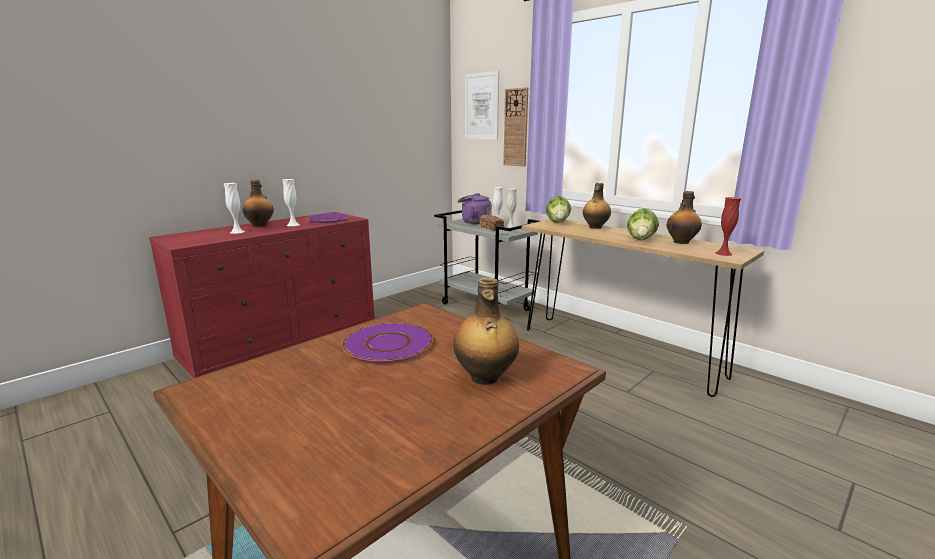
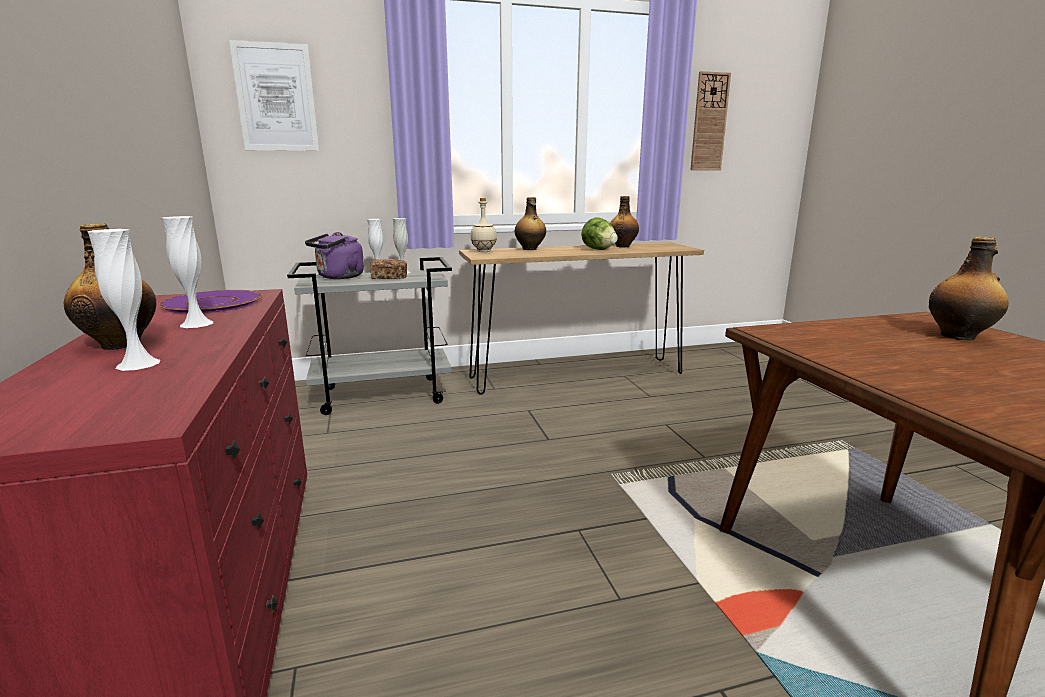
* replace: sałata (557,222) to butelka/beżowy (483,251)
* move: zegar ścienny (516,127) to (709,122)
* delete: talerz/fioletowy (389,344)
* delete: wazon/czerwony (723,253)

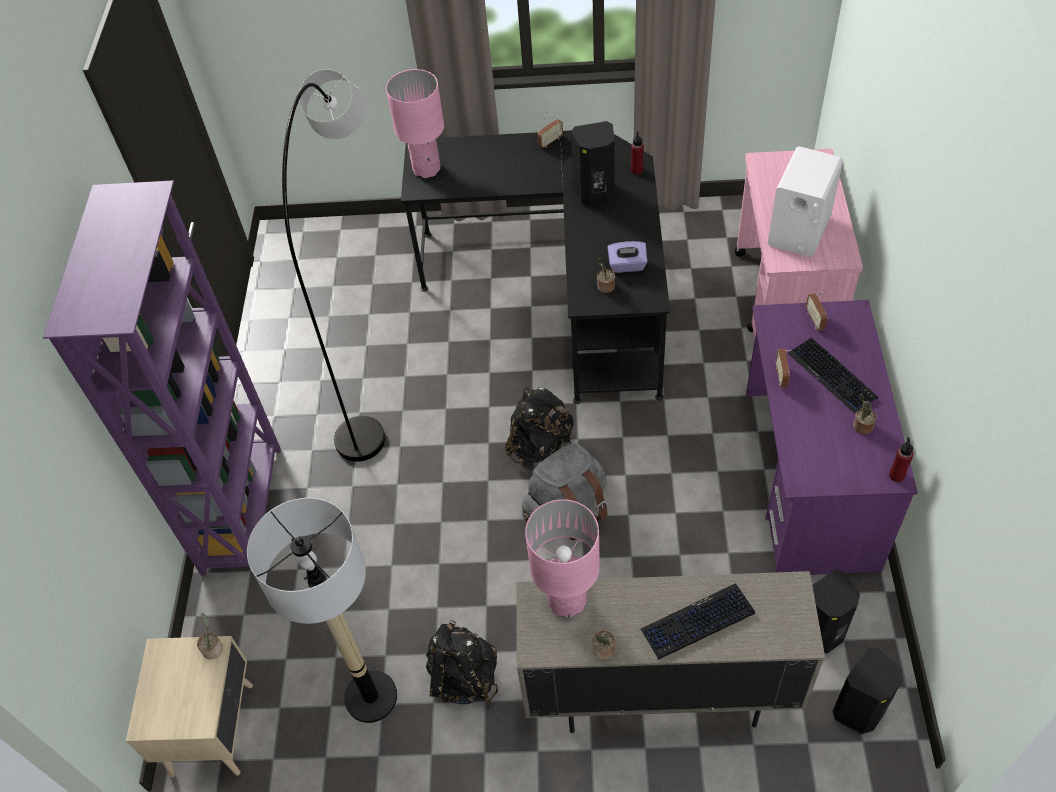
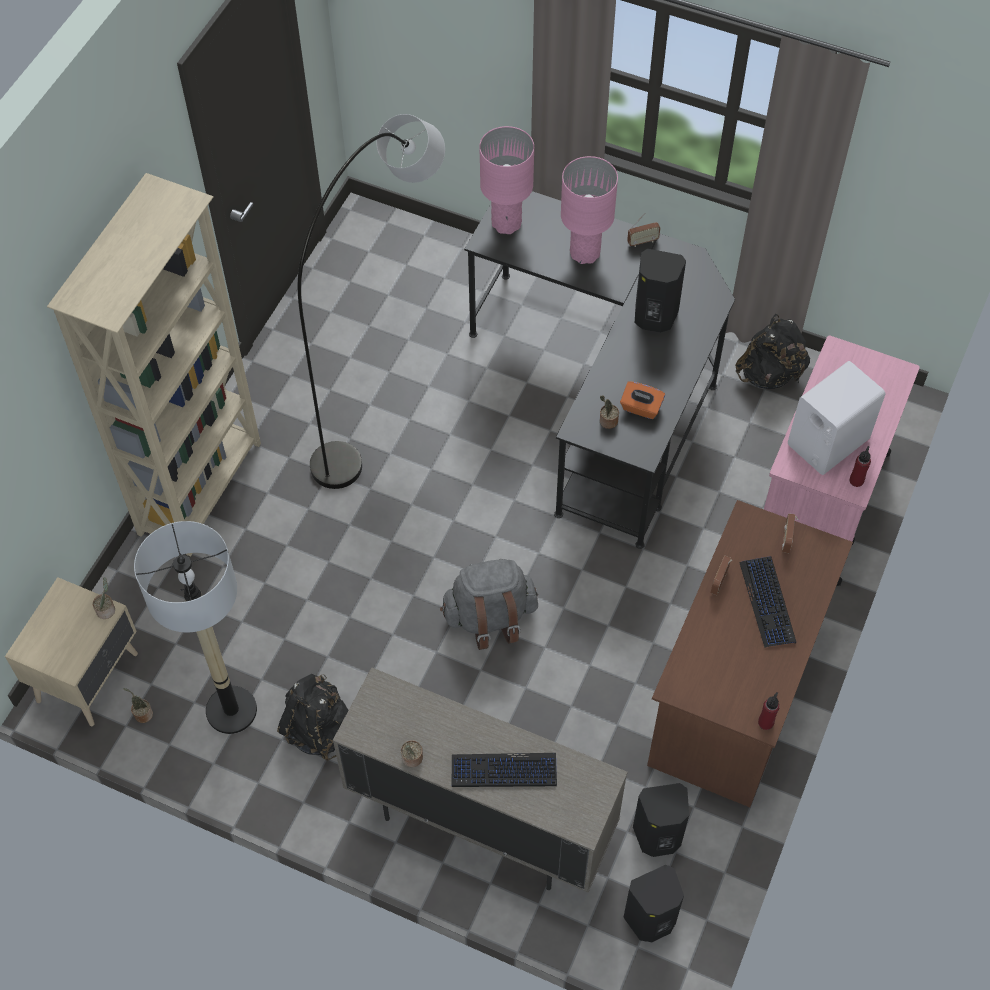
* recolor: regał/fioletowy (244,508) to regał/beżowy (202,488)
* move: roślina doniczkowa (861,426) to (142,714)
* move: lampa stołowa/różowy (566,600) to (584,253)
* recolor: pudełko chusteczek/fioletowy (627,266) to pudełko chusteczek/pomarańczowy (641,408)
* recolor: biurko/fioletowy (809,478) to biurko/brązowy (736,689)
* move: plecak/czarny (539,445) to (769,374)
* move: butelka/czerwony (637,170) to (856,480)

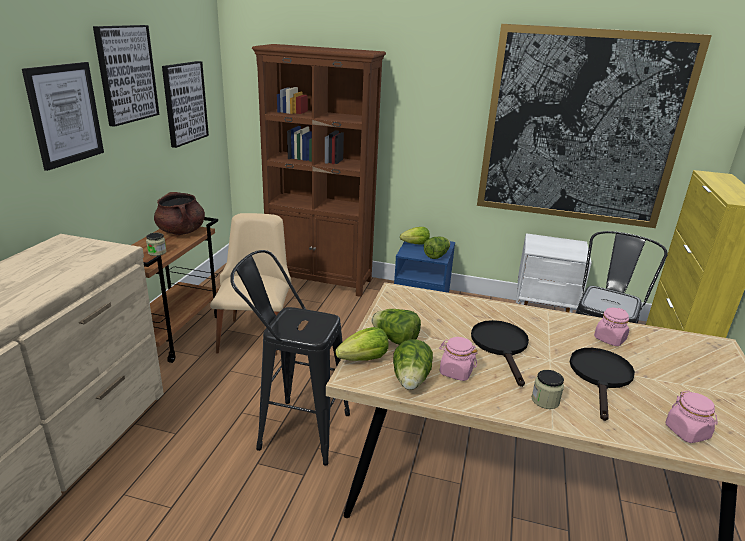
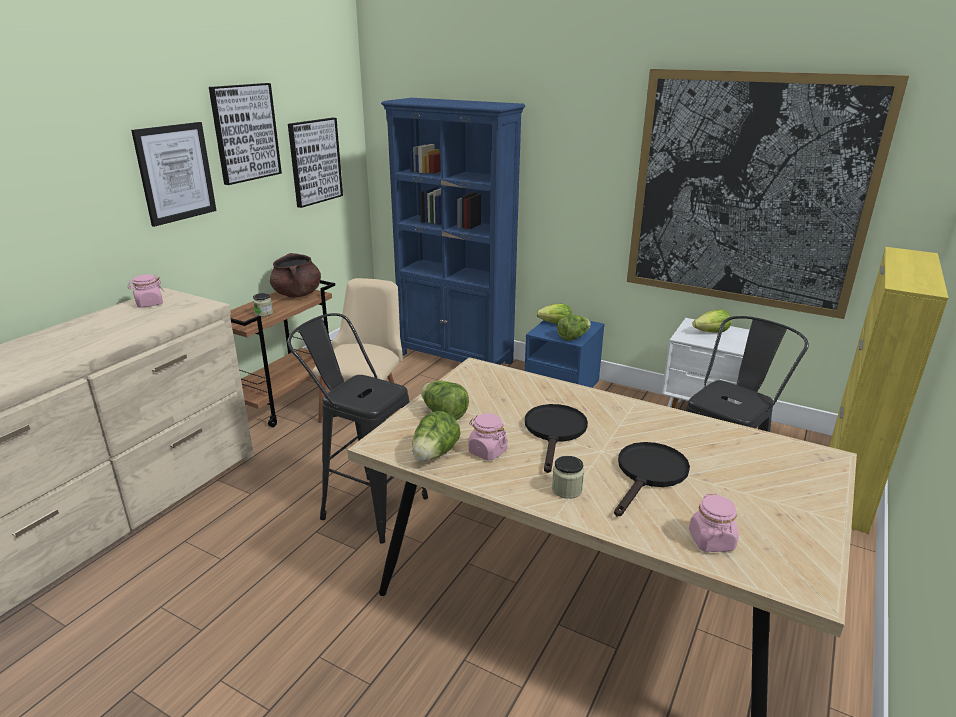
* move: słoik/różowy (609,339) to (149,304)
* recolor: regał/brązowy (320,280) to regał/niebieski (456,358)
* move: sałata (364,359) to (711,332)

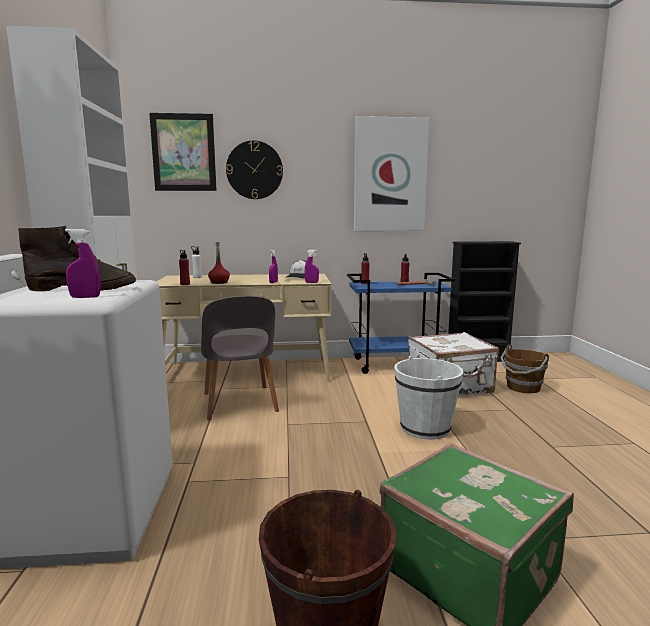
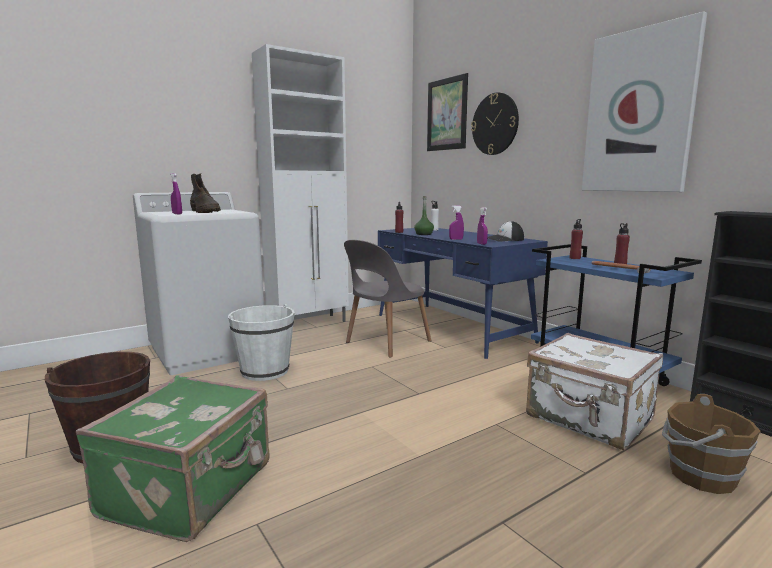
* move: wiadro/biały (425,428) to (265,371)
* recolor: biurko/beżowy (247,372) to biurko/niebieski (451,328)
* recolor: butelka/czerwony (219,282) to butelka/zielony (424,234)

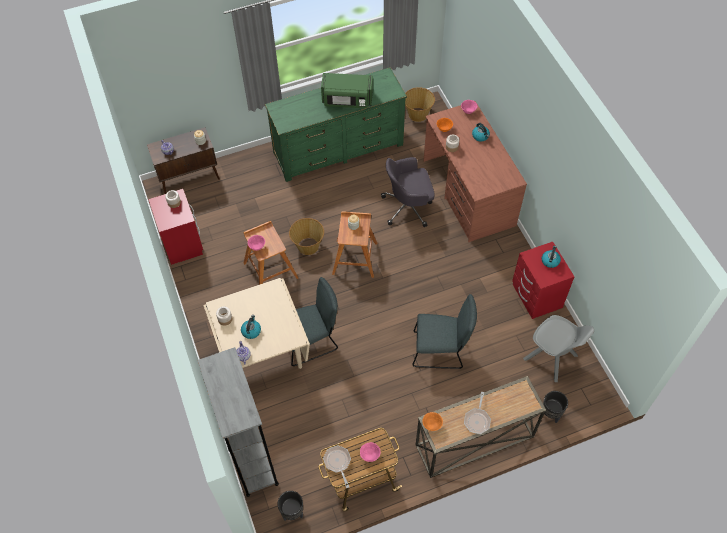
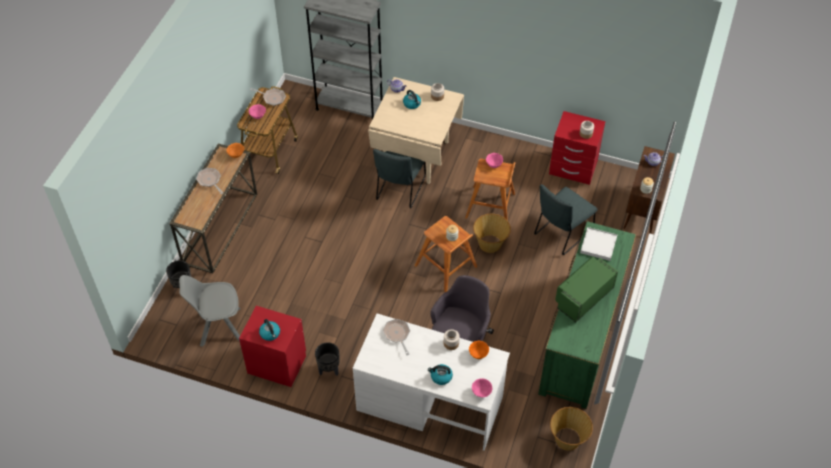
* move: donica/czarny (292,513) to (329,369)
* recolor: biurko/brązowy (468,193) to biurko/biały (429,402)
* insert: patelnia (397,335)
* move: krzesło/szary (440,350) to (561,233)
* insert: taca/biały (598,245)

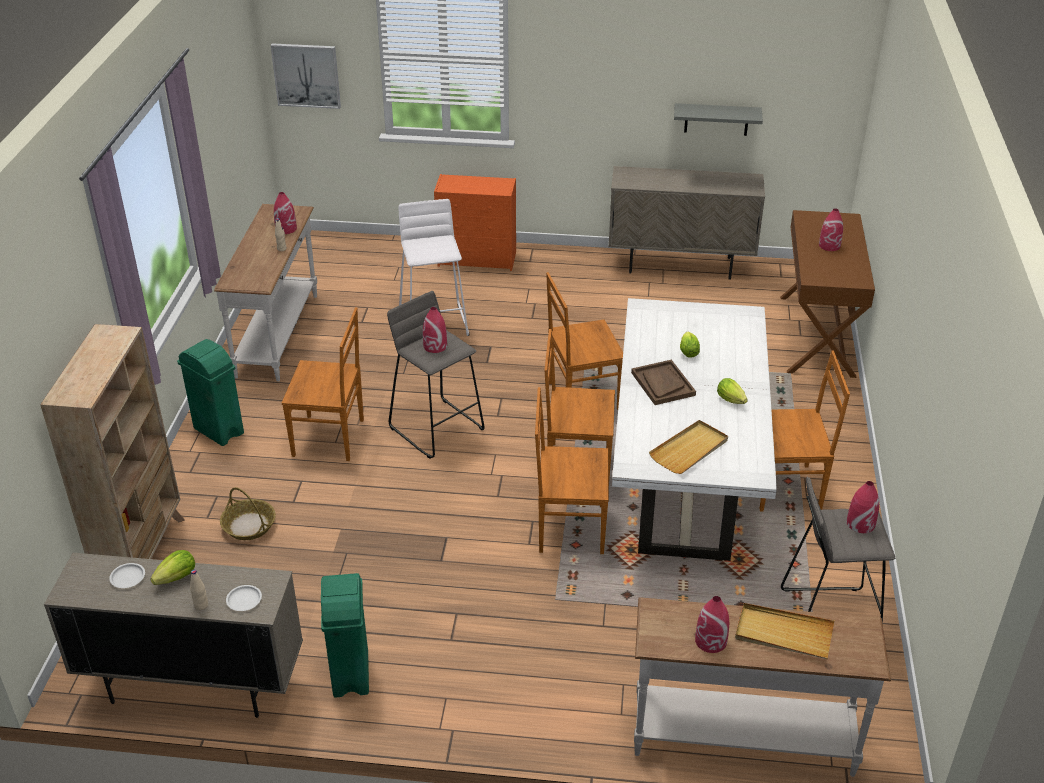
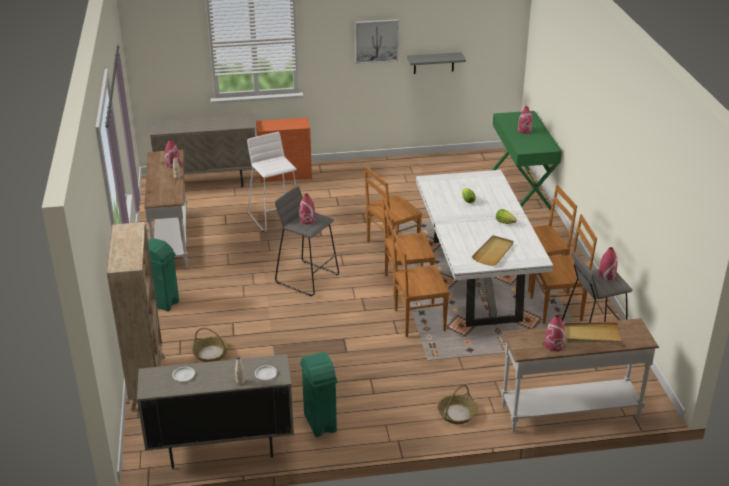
* move: szafka/beżowy (680,265) to (208,183)
* move: obraz (306,75) to (376,41)
* insert: koszyk (456,414)
* recolor: biurko/brązowy (817,335) to biurko/zielony (521,190)
* move: krzesło/brązowy (331,438) to (557,309)
* delete: sałata (177,578)
* delete: taca/brązowy (662,384)

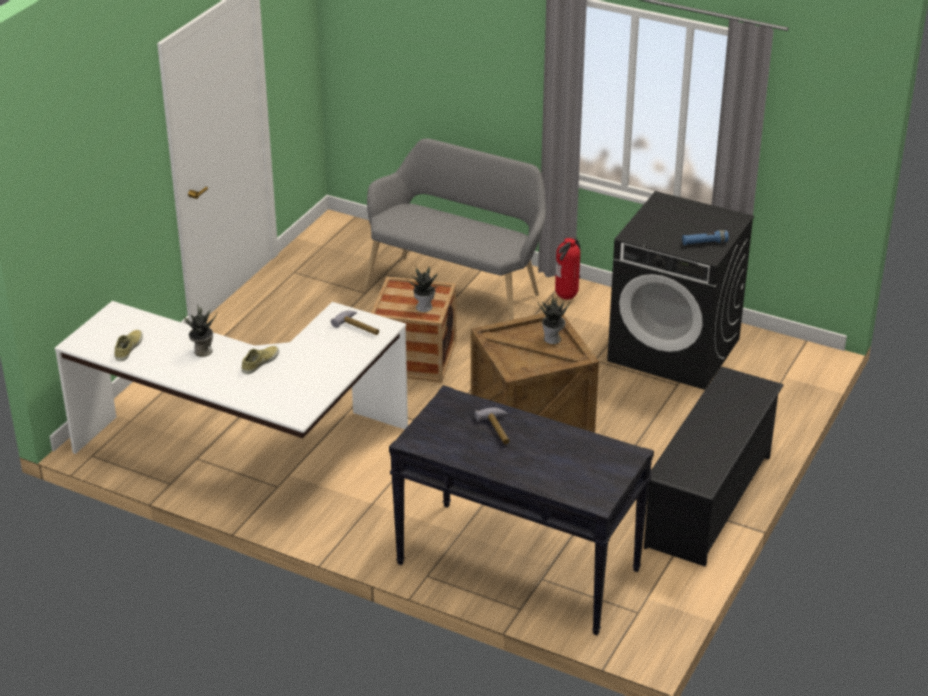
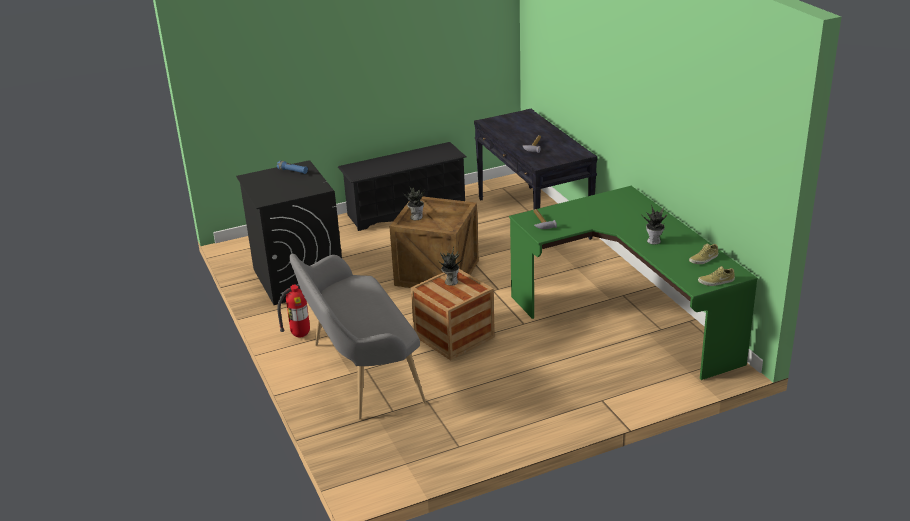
* recolor: biurko/biały (247,460) to biurko/zielony (629,316)
* move: but/beżowy (259,362) to (716,282)

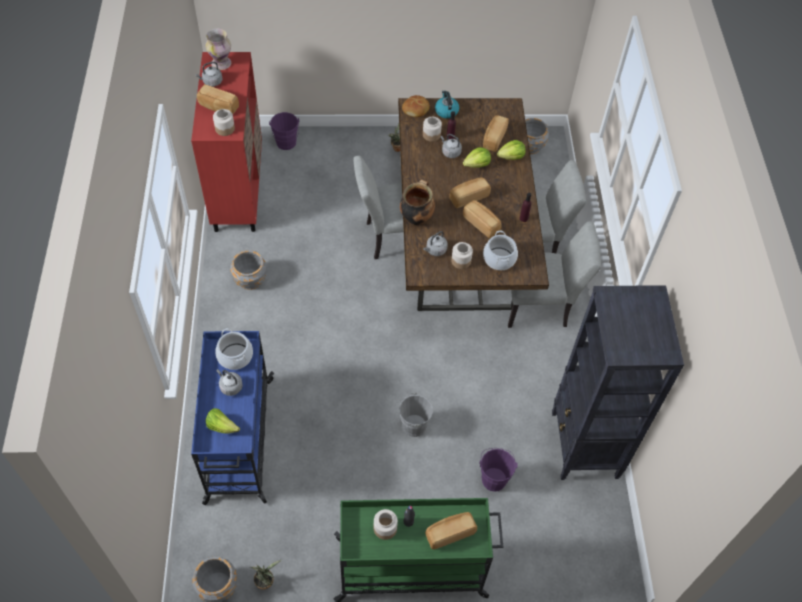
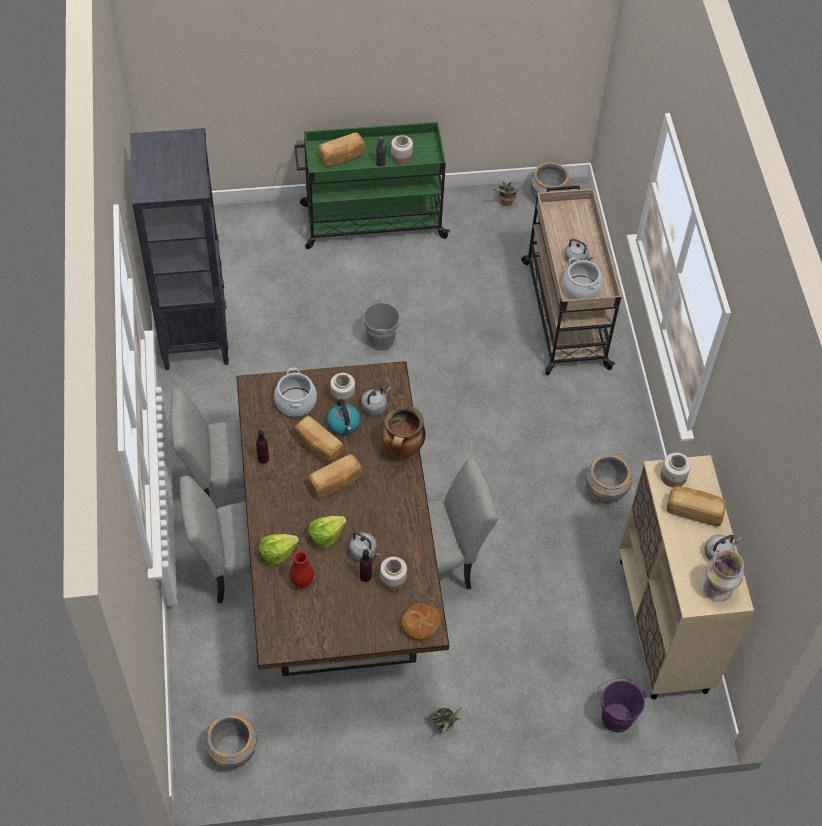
* replace: chleb (493,138) to wazon/czerwony (302,582)
* move: czajnik (446,111) to (344,424)
* recolor: wózek/niebieski (239,441) to wózek/beżowy (564,313)
* recolor: szafka/czerwony (238,189) to szafka/beżowy (663,625)
* delete: sałata (222,426)
* delete: wiadro/fioletowy (494,477)

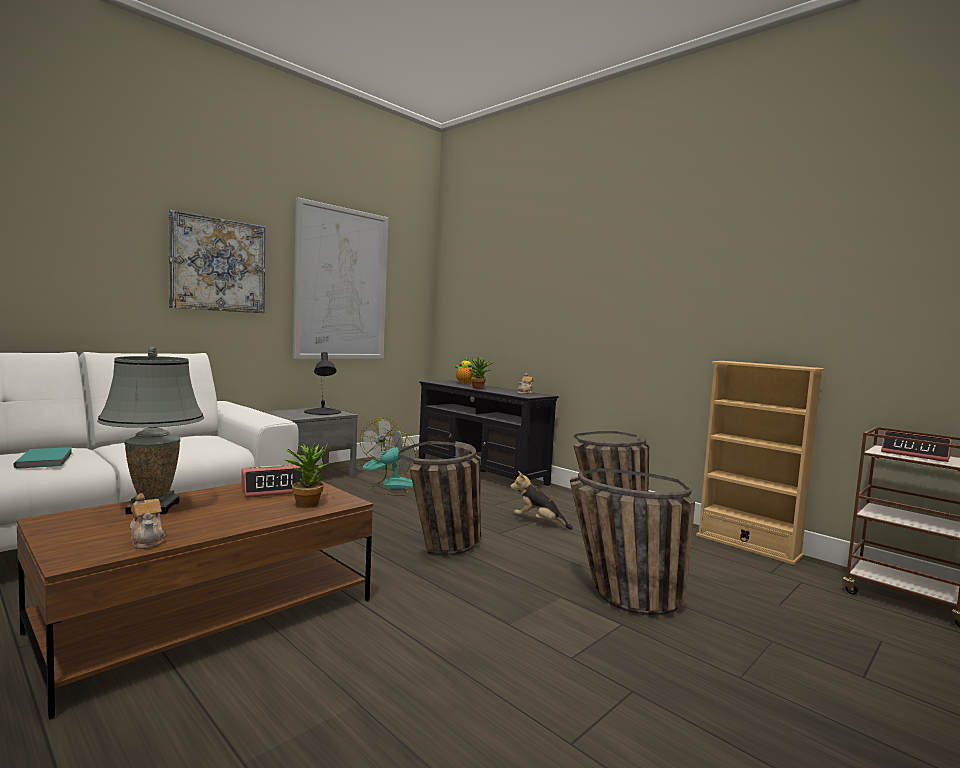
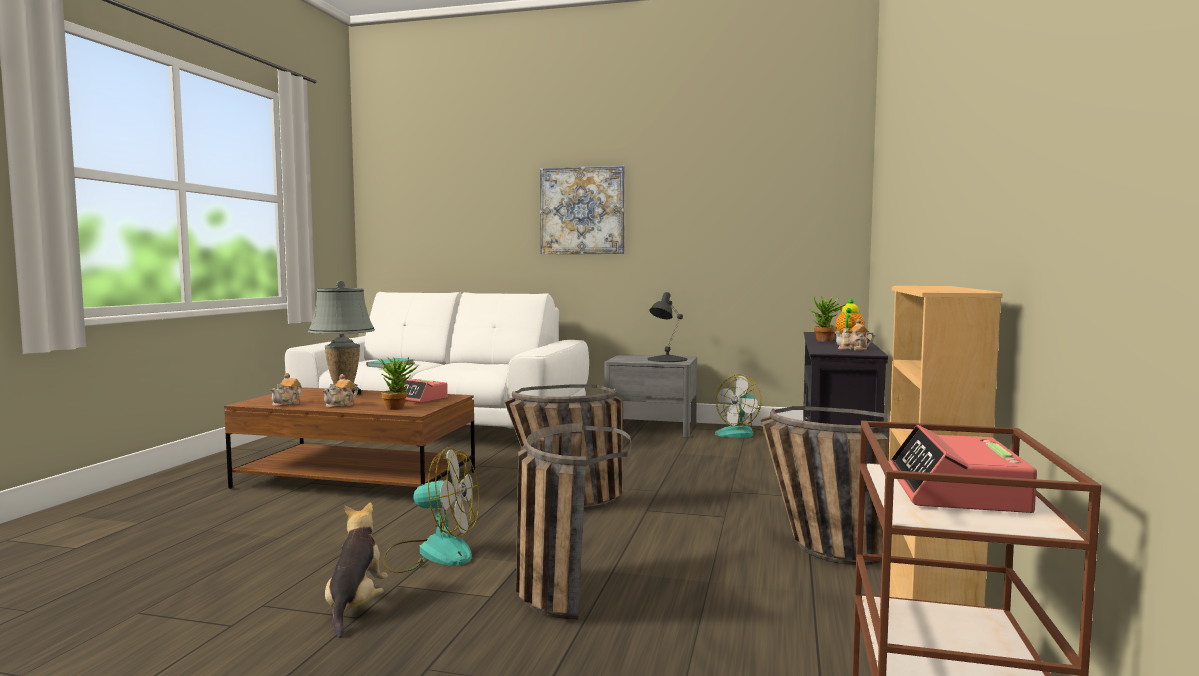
* insert: imbryk (341,405)
* move: pluszak (538,523) to (356,606)
* move: wentylator (393,487) to (432,552)
* delete: obraz (341,284)

